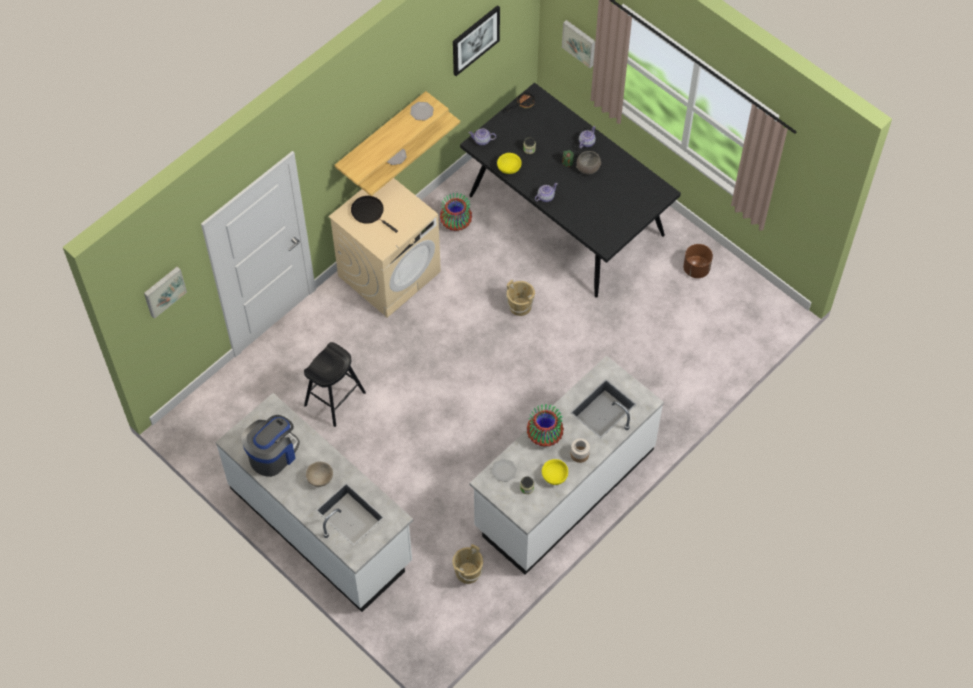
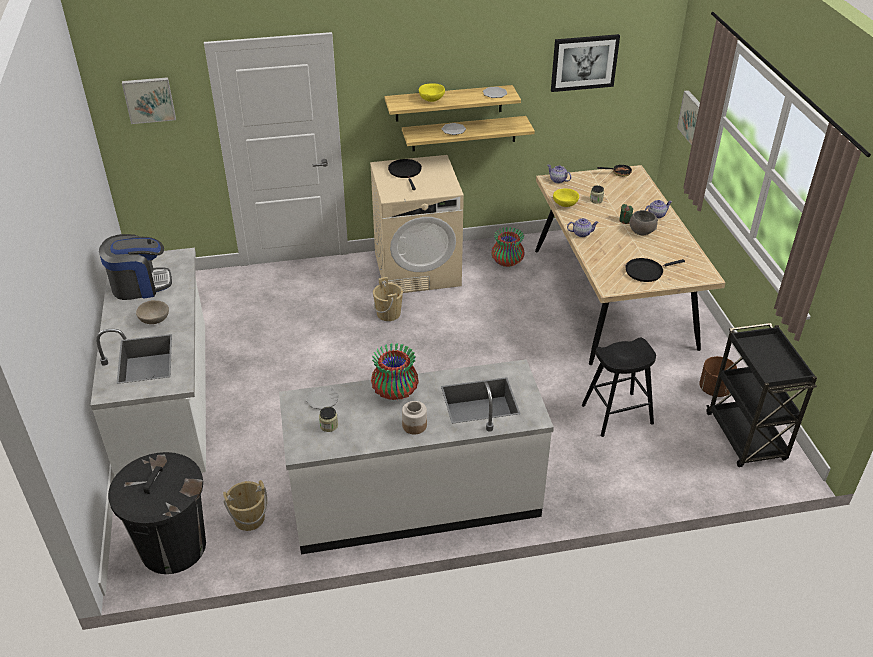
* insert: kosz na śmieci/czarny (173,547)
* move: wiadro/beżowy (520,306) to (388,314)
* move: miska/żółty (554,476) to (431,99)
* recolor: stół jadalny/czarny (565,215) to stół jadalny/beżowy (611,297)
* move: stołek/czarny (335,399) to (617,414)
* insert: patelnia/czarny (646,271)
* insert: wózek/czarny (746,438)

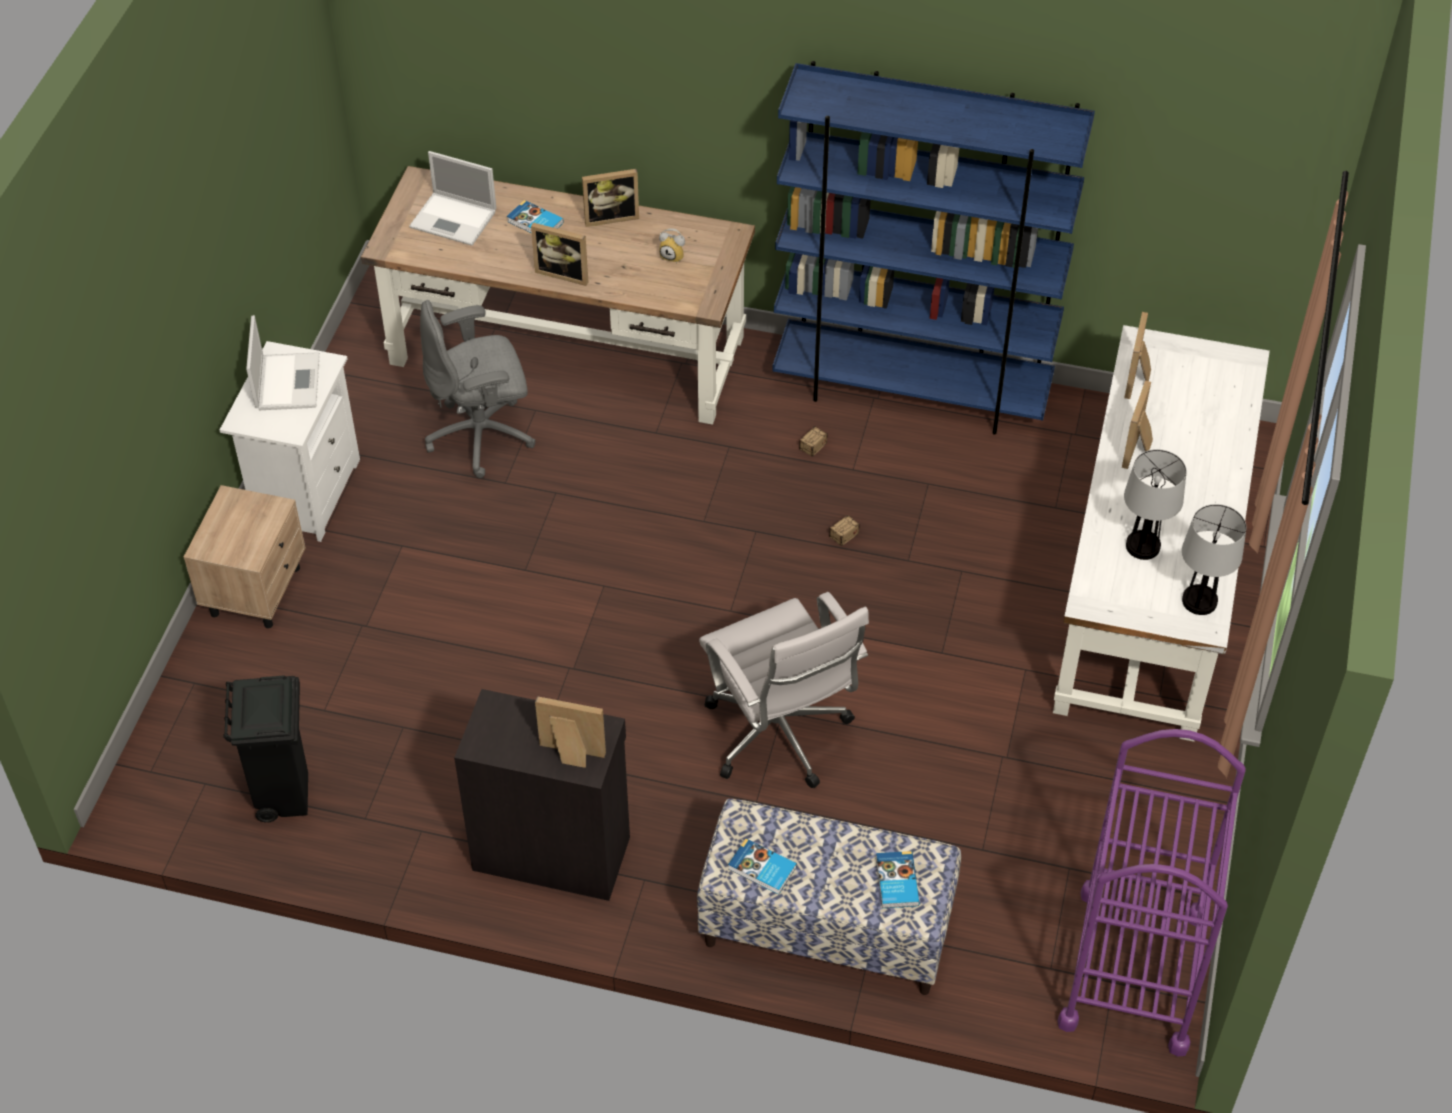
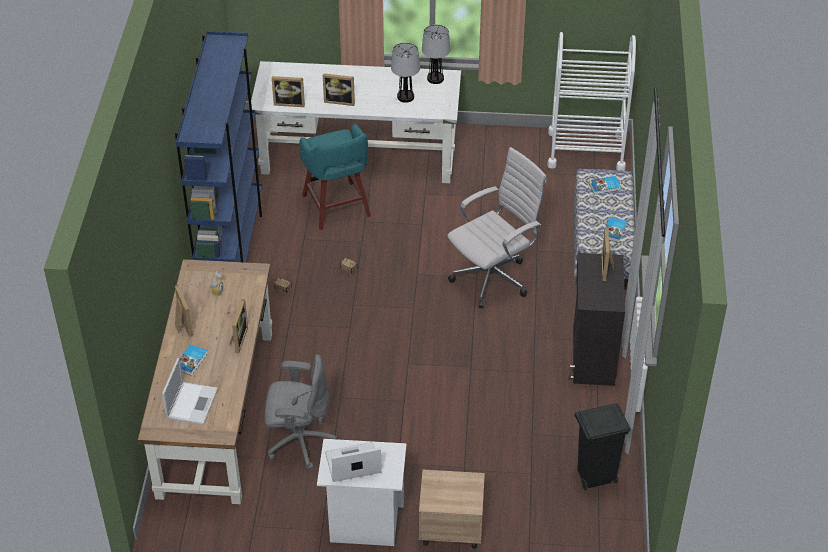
* rotate: krzesło biurowe/szary (482,436) = (299,441) 60 degrees counterclockwise
* insert: stołek/turkusowy (337,207)
* recolor: wózek/fioletowy (1133,970) to wózek/biały (586,151)

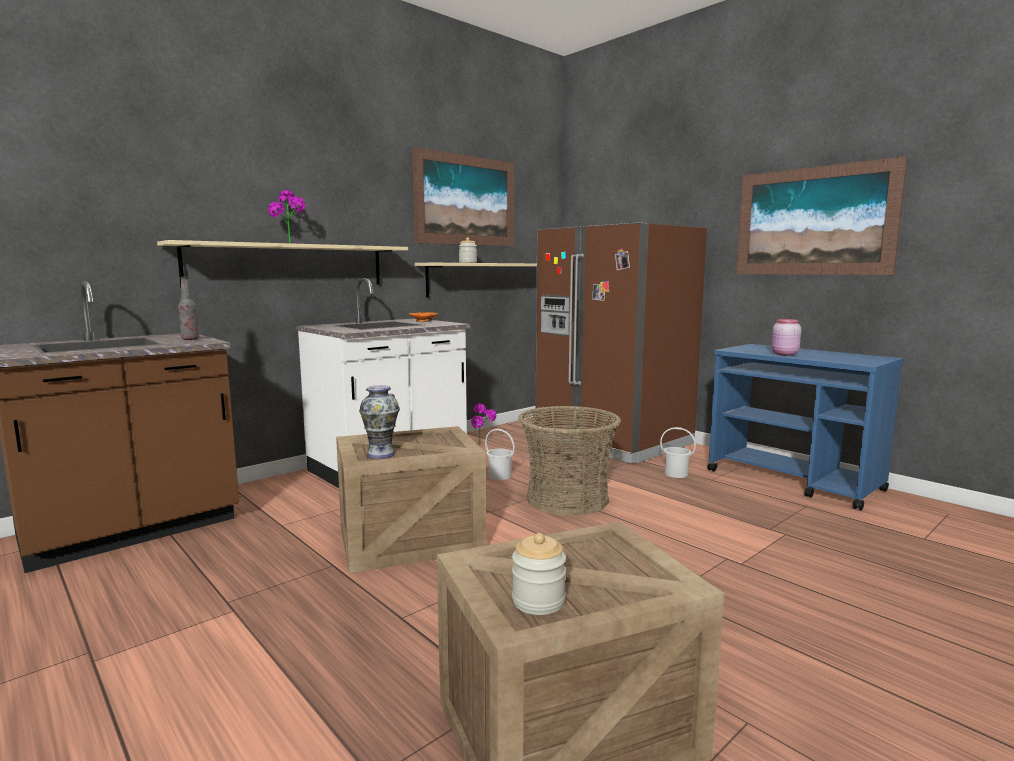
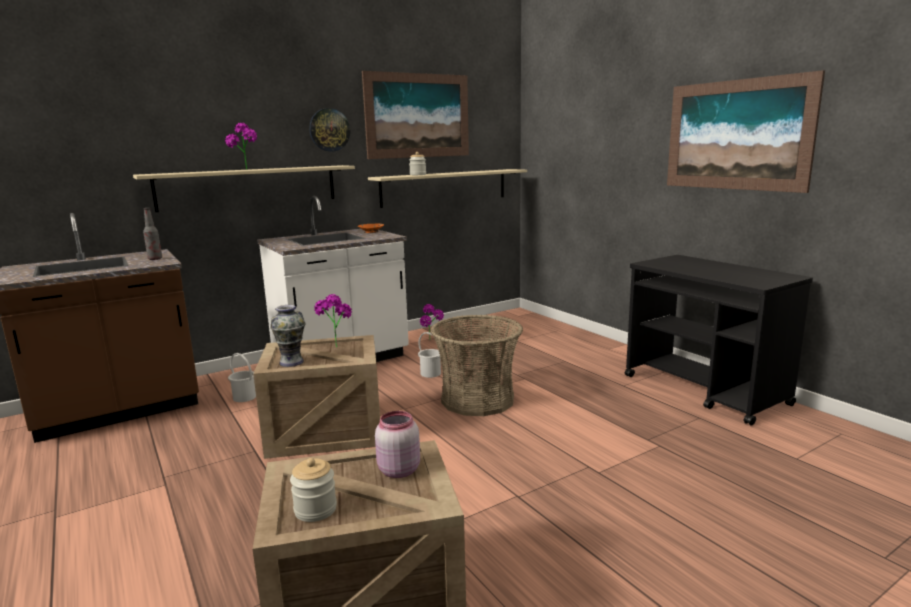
* move: wiadro/biały (676,474) to (244,397)
* insert: zegar ścienny (329,130)
* insert: roślina doniczkowa (335,345)
* move: słoik/różowy (784,354) to (397,470)
* recolor: wózek/niebieski (794,481) to wózek/czarny (705,390)
* delete: lodówka/brązowy (613,441)

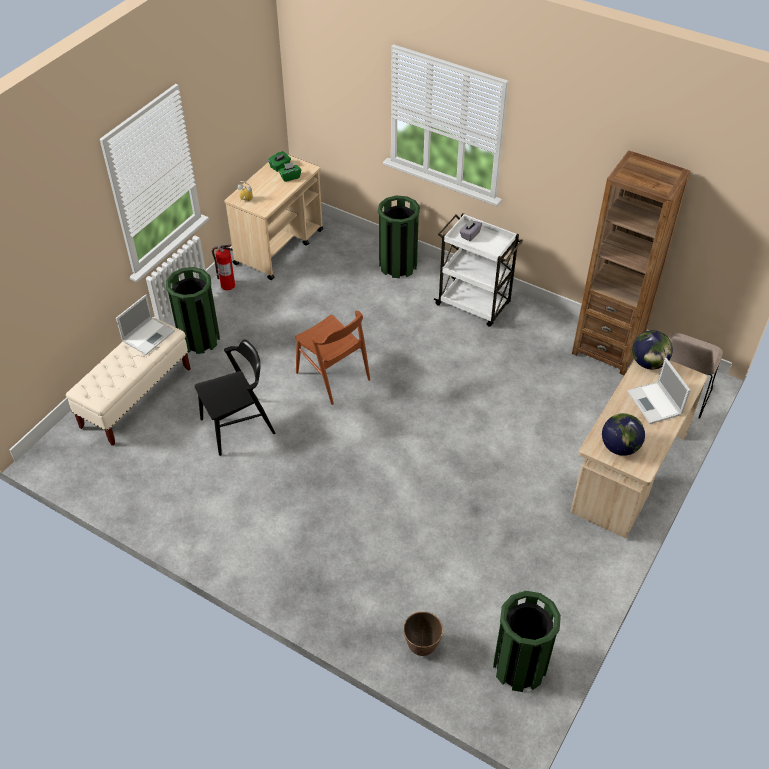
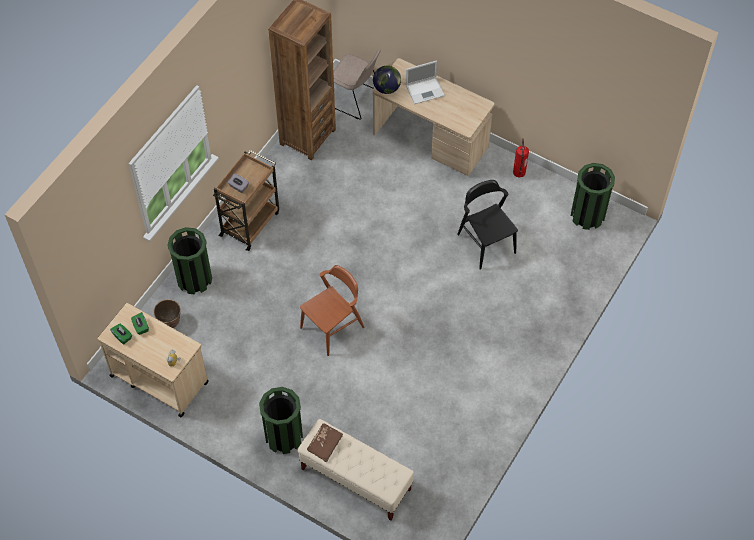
* move: donica (422,646) to (170,323)
* recolor: wózek/biały (474,304) to wózek/brązowy (250,223)
* replace: laptop (149,335) to książka/brązowy (325,445)
* move: krzesło/czarny (238,426) to (486,243)
* move: gaśnica (227,285) to (519,172)
* delete: globus (619,447)

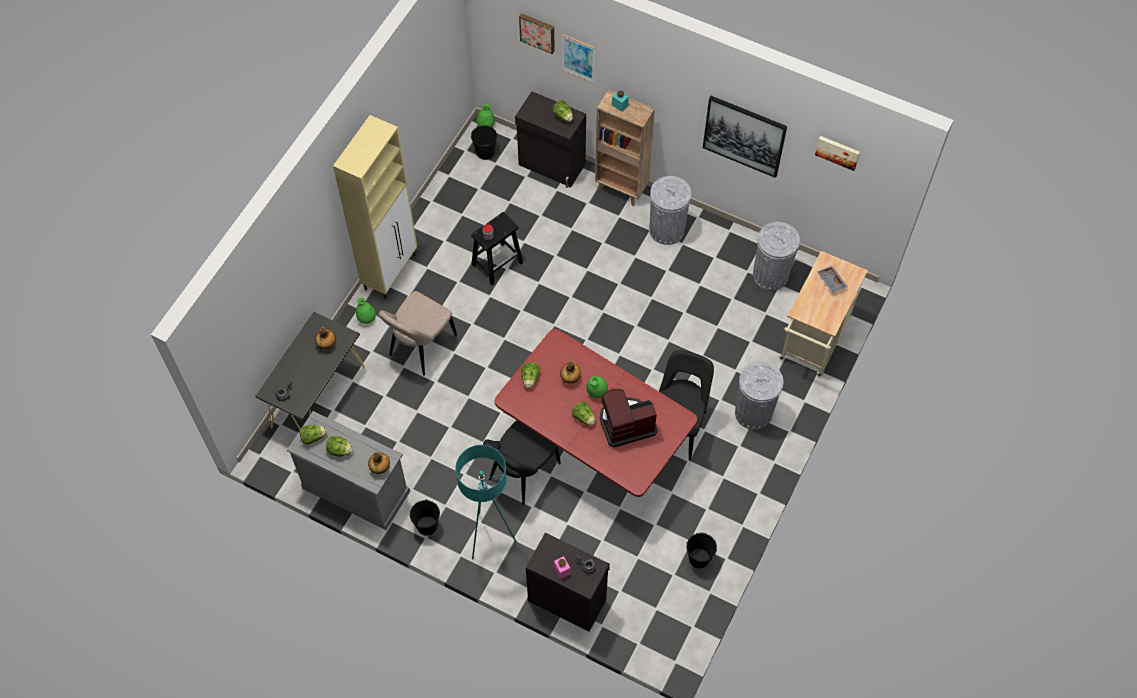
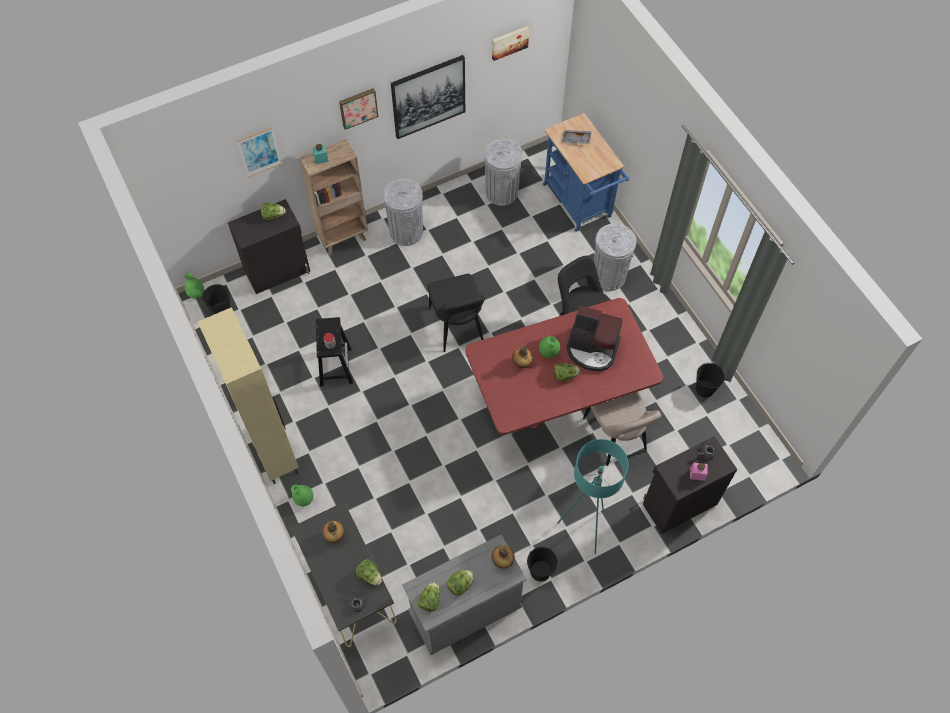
* move: obraz (538,32) to (358,107)
* move: sałata (530,378) to (370,575)
* move: krzesło/czarny (522,474) to (457,327)
* recolor: wózek/beżowy (812,344) to wózek/niebieski (579,204)
* rotate: ekspres do kawy (626,423) = (592,349) 90 degrees counterclockwise
* move: krzesło/beżowy (420,347) to (616,437)

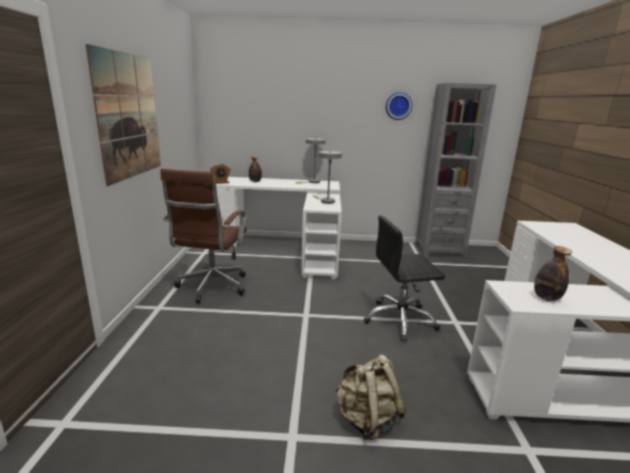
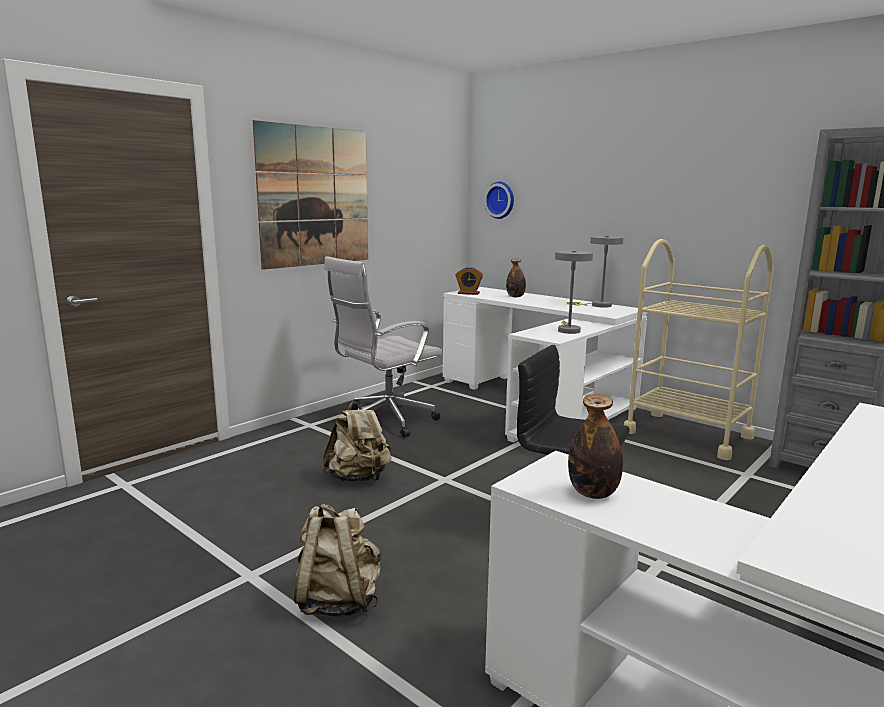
* insert: plecak/beżowy (358,478)
* recolor: krzesło biurowe/brązowy (211,288) to krzesło biurowe/biały (384,422)
* move: zegar ścienny (398,106) to (500,200)
* insert: wózek/beżowy (687,434)

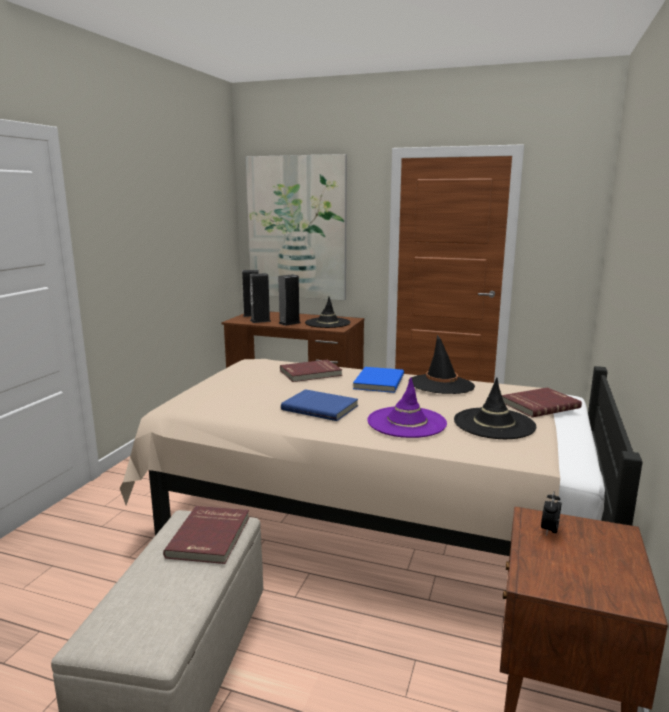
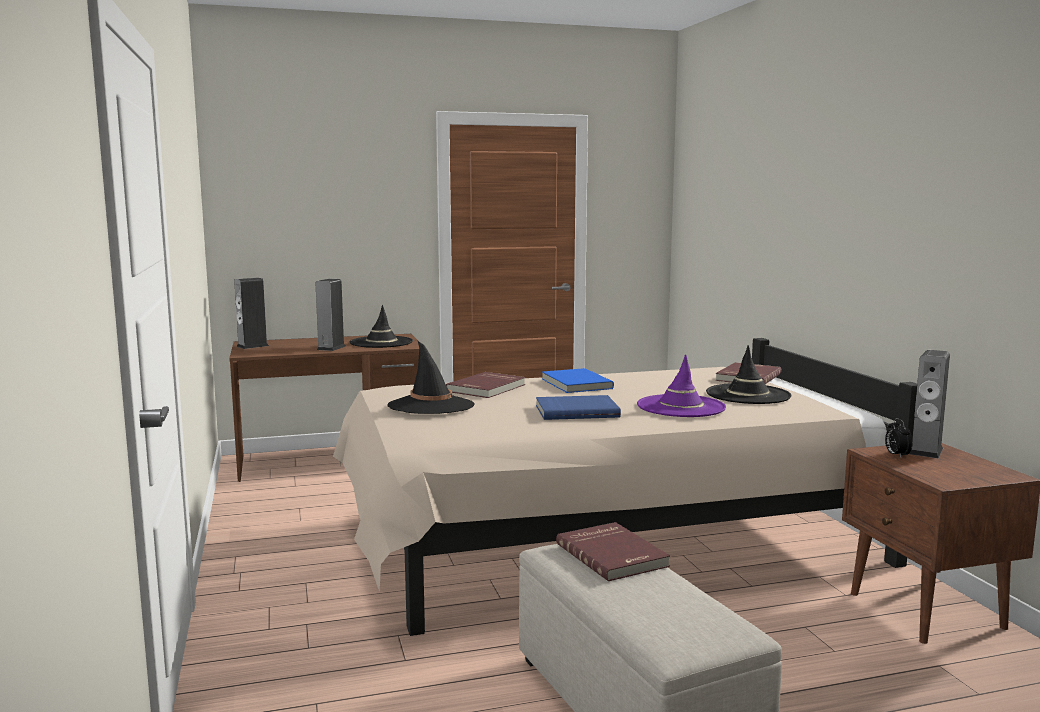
* move: kapelusz/czarny (441,385) to (431,406)
* move: głośnik (260,321) to (926,451)
* delete: obraz (296,228)

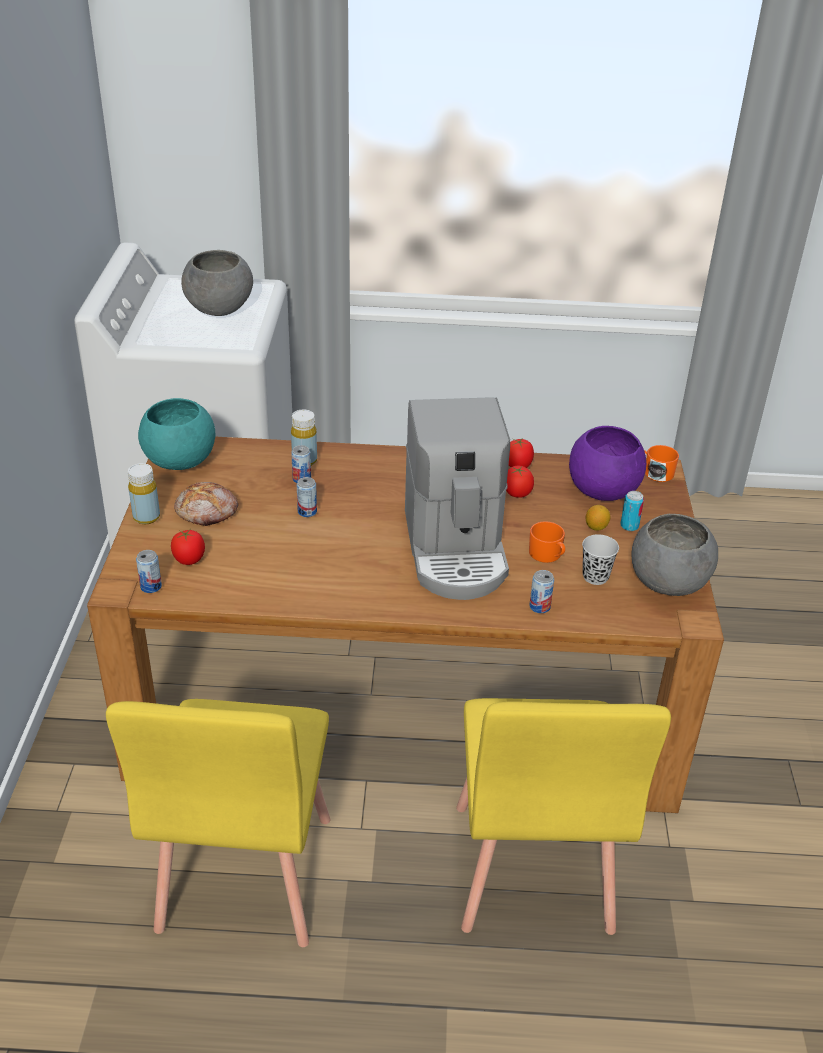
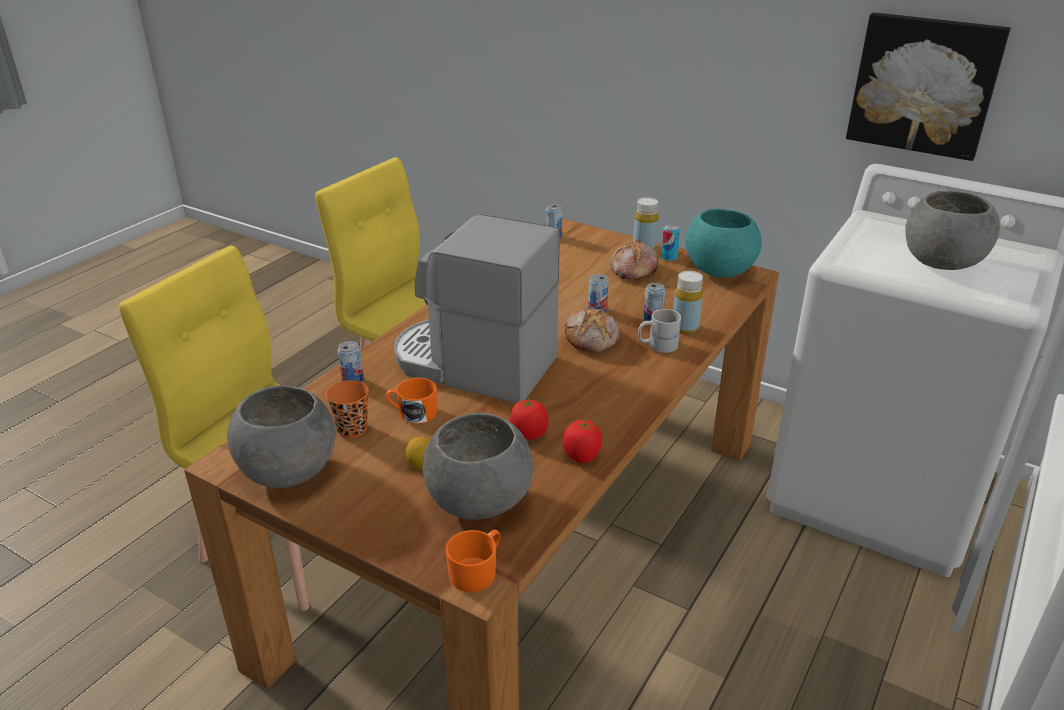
* recolor: filiżanka/czarny (595,577) to filiżanka/pomarańczowy (352,429)
* recolor: miska/fioletowy (602,491) to miska/szary (480,502)
* insert: chleb (592,339)
* insert: kubek/biały (657,344)
* move: puszka (629,526) to (669,257)
* insert: obraz (924,85)
* delete: pomidor (189,559)

